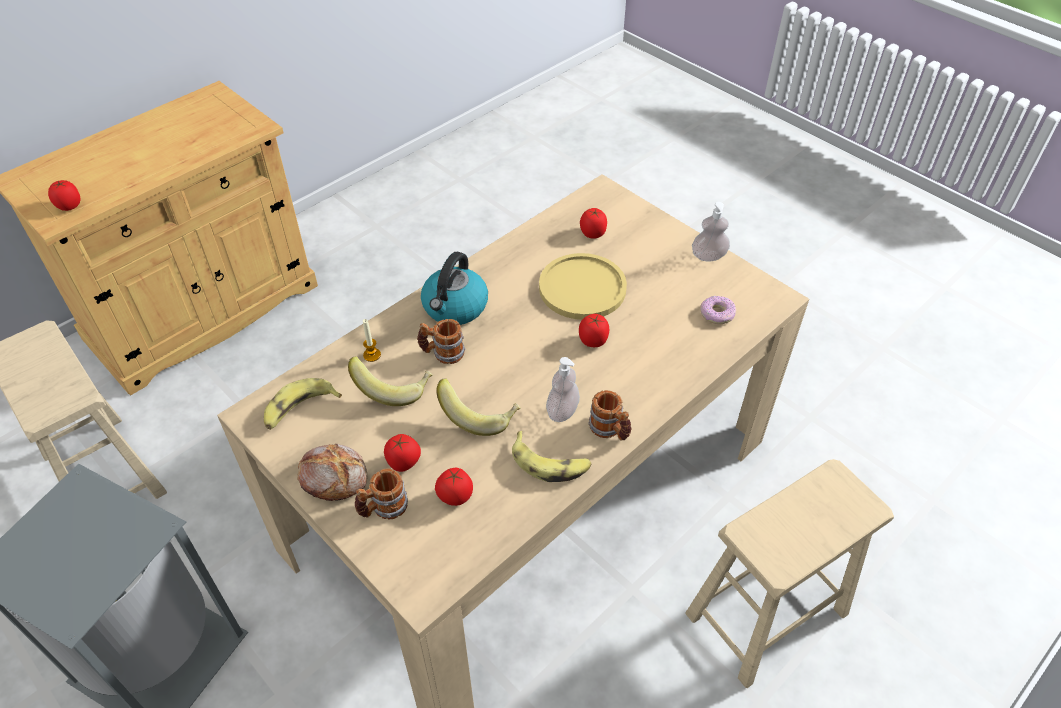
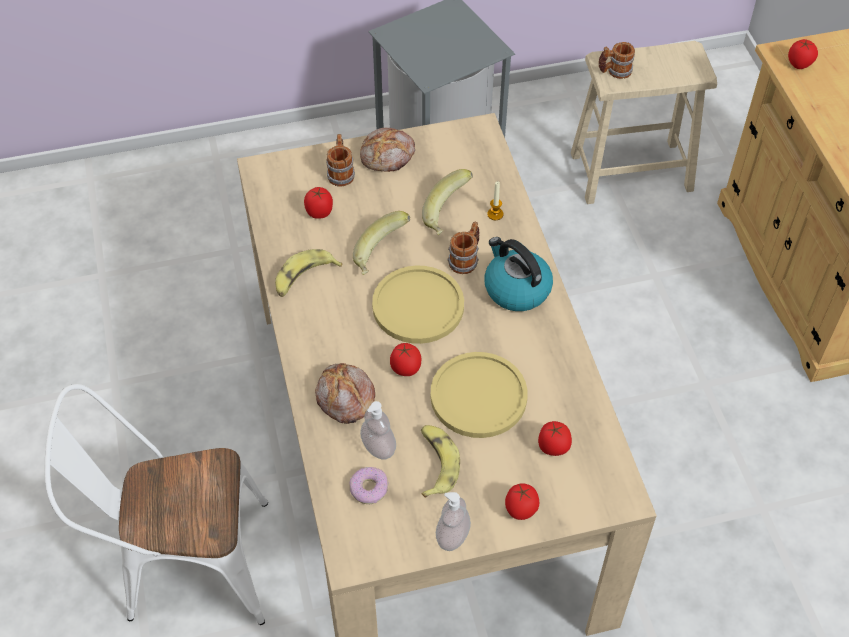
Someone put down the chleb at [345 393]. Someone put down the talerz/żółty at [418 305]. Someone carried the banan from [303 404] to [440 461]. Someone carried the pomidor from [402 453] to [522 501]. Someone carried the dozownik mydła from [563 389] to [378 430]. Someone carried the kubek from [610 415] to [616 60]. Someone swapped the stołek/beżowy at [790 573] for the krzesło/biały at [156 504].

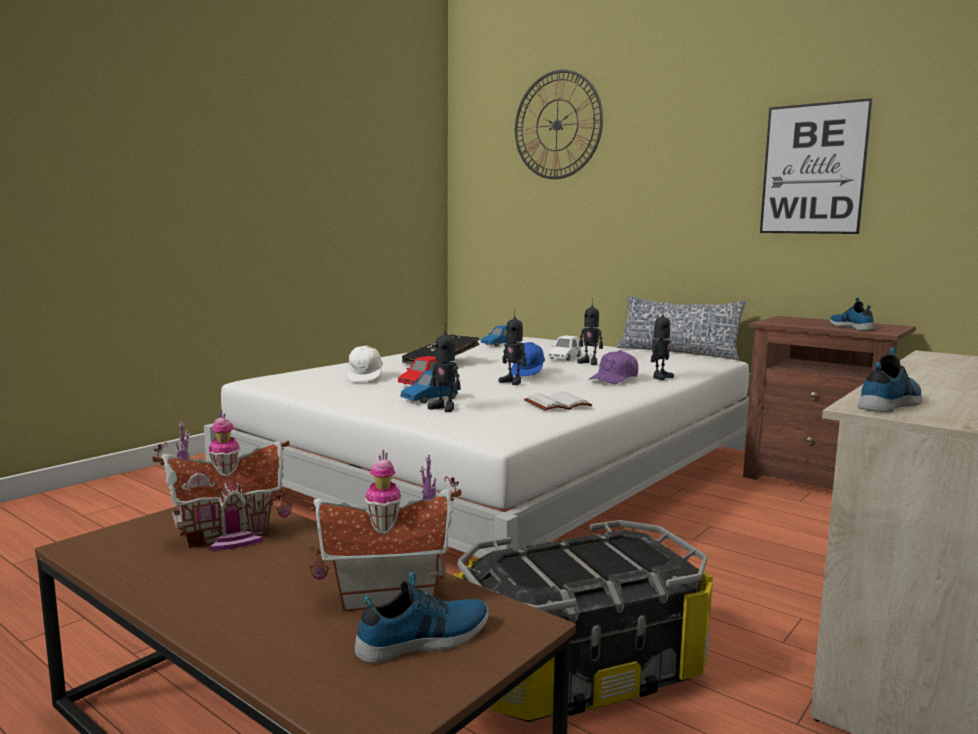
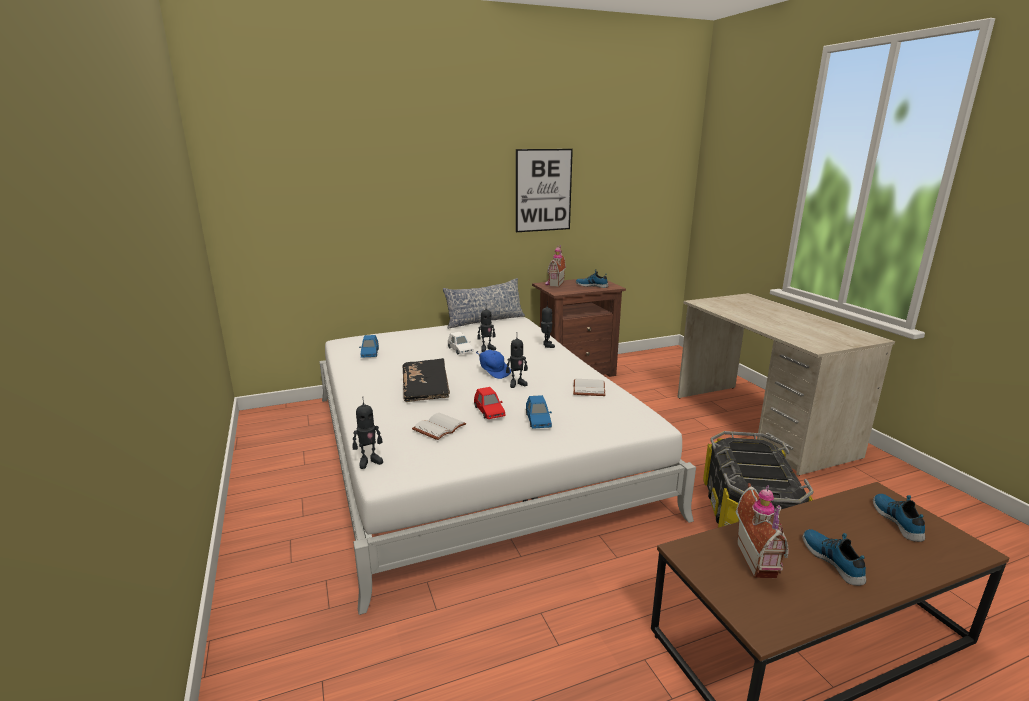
Someone took away the zegar ścienny at [559 124]. Someone took away the czapka z daszkiem/fioletowy at [613 367]. Someone carried the domek from [382 531] to [555 266]. Someone carried the robot zabawkowy from [444 367] to [367 433]. Someone carried the but from [889 379] to [834 557]. Someone swapped the czapka z daszkiem/biały at [365 364] for the książka/biały at [439 426].

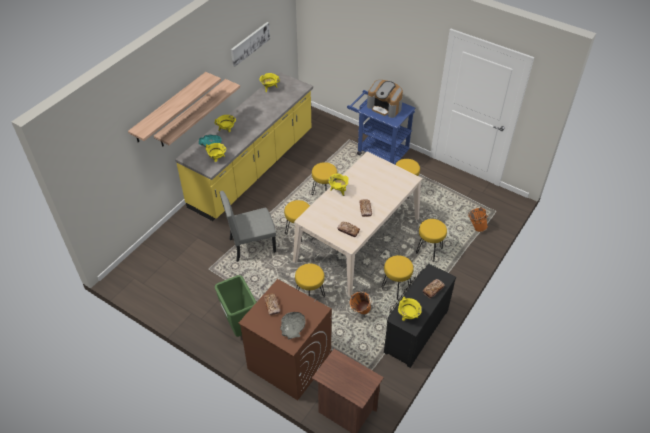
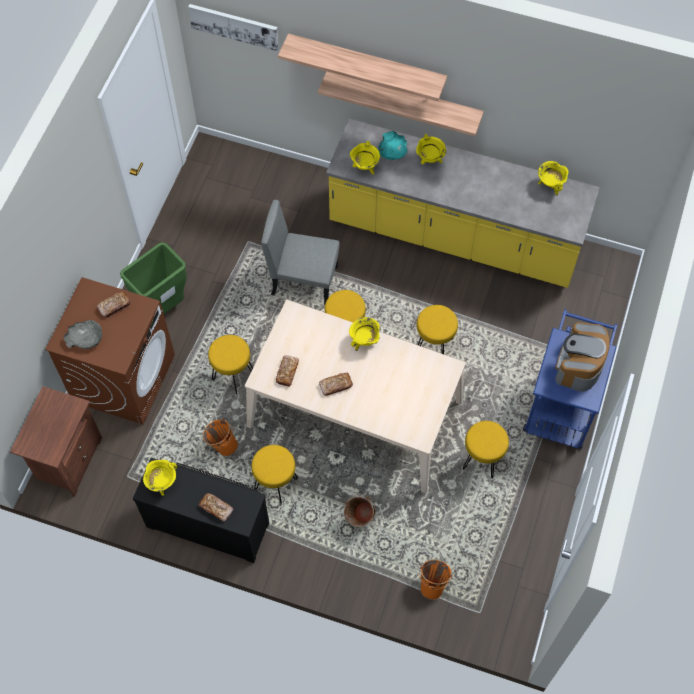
Someone carried the obraz from [250 44] to [233 27]. Someone swapped the stołek/żółty at [431 240] for the wiadro/brązowy at [360 511]. Someone rotated the krzesło/szary at [247 226] by 45 degrees counterclockwise.

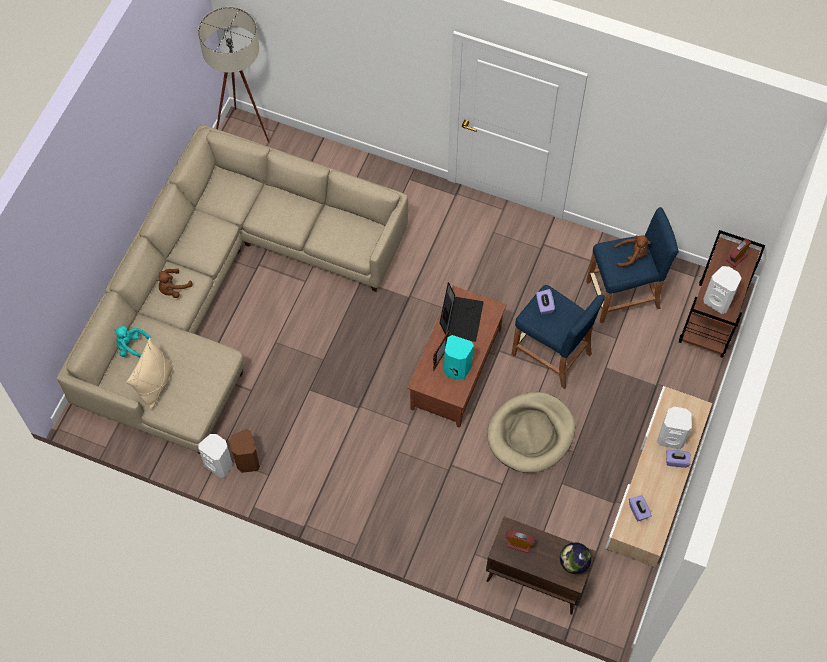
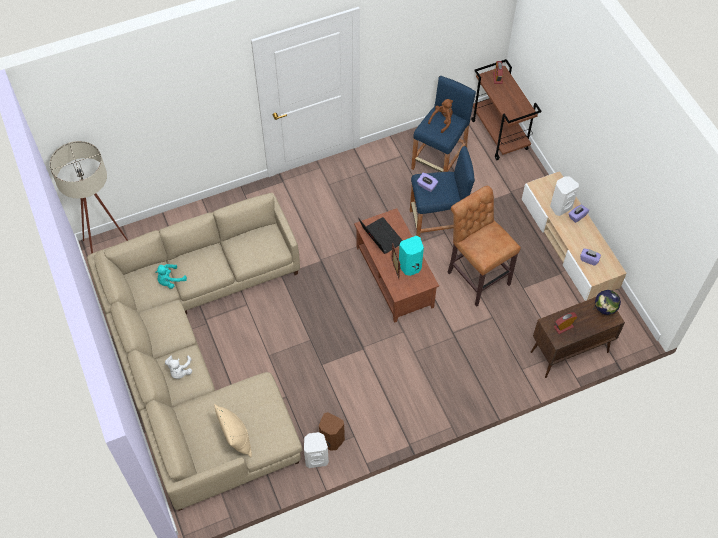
Someone took away the głośnik/biały at [722 290]. Someone carried the pluszak/turkusowy from [132 341] to [171 276]. Someone swapped the legowisko/beżowy at [531 432] for the stołek/brązowy at [484 246]. Someone repainted the pluszak/brązowy at [174 283], which became the pluszak/biały at [178 367].

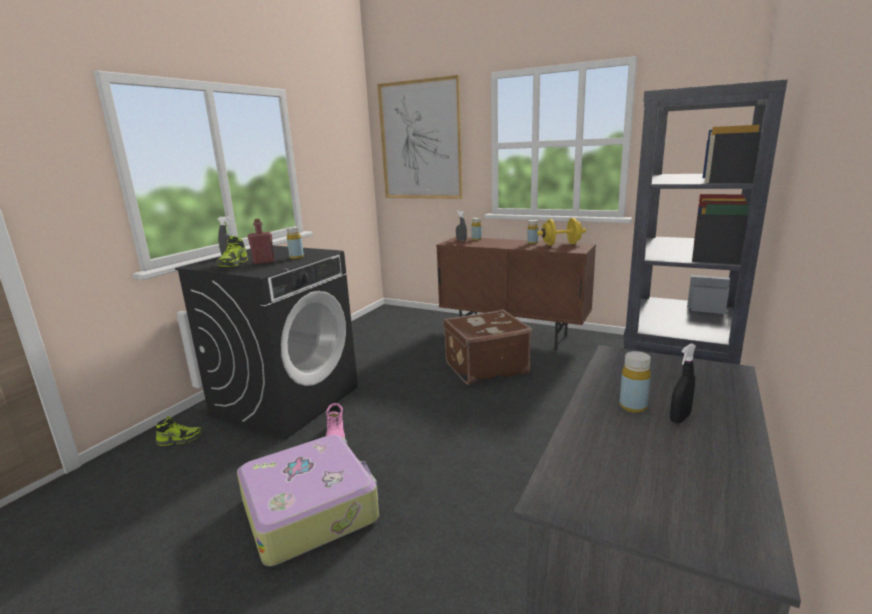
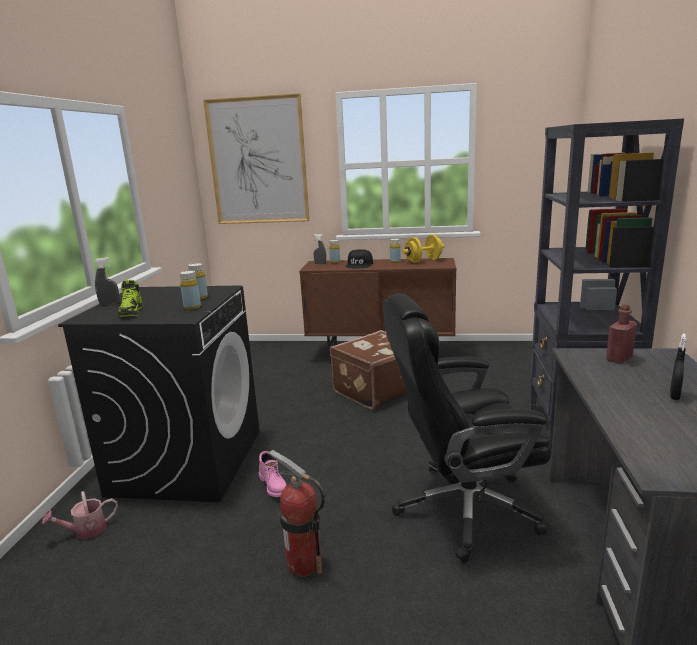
Someone put down the czapka z daszkiem/czarny at [359 258]. Someone put down the krzesło biurowe/czarny at [467 428]. Someone carried the butelka/czerwony from [261 241] to [621 334]. Someone carried the butelka/żółty from [635 382] to [190 290]. Someone swapped the but at [179 431] for the konewka at [80 515]. Someone swapped the walizka at [308 500] for the gaśnica at [296 513].

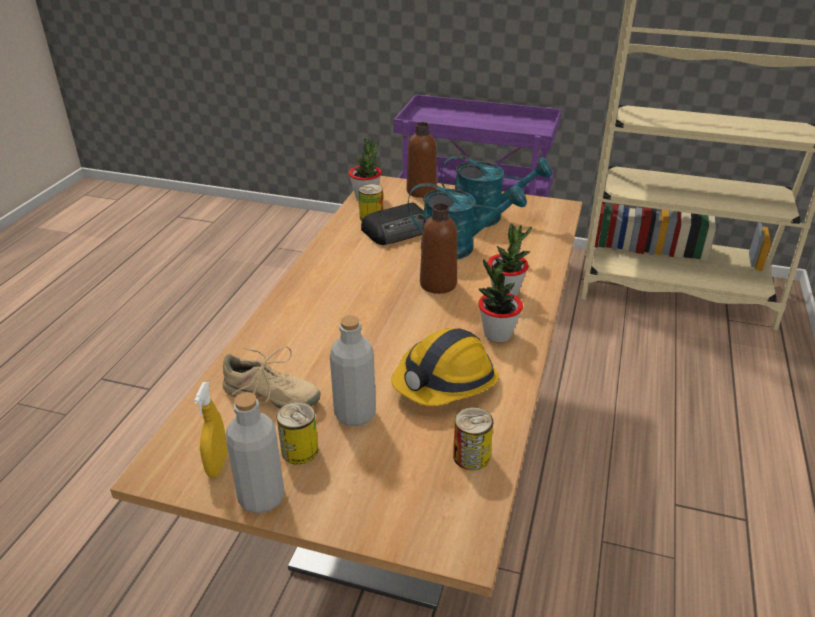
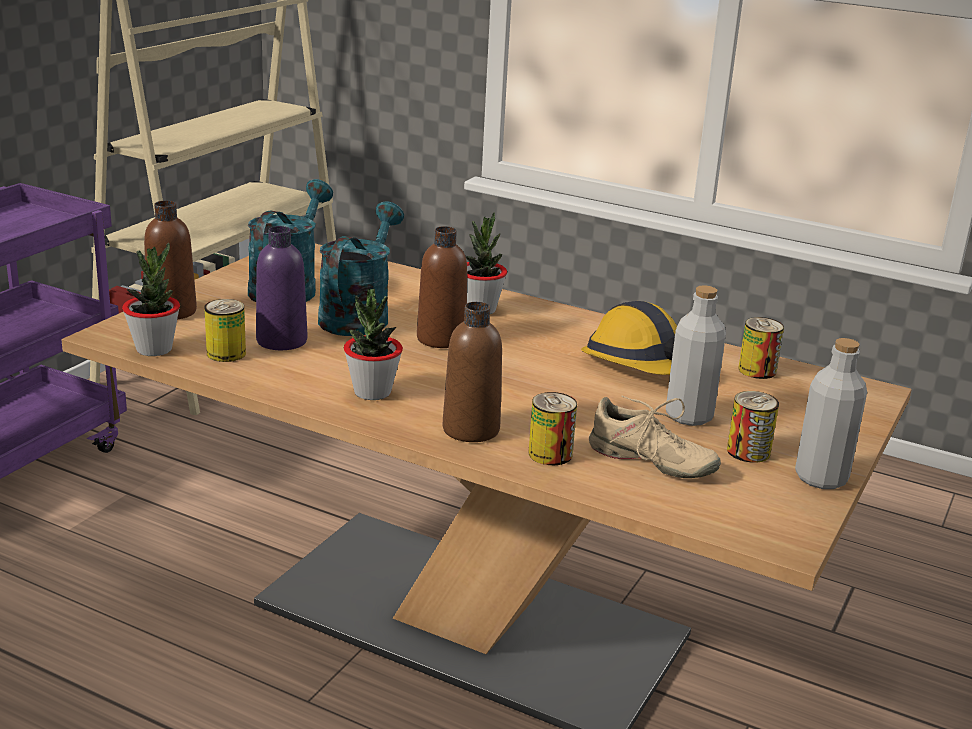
Someone took away the spryskiwacz/żółty at [211 430]. Someone put down the butelka/brązowy at [472 372]. Someone put down the puszka at [553 428]. Someone carried the roślina doniczkowa from [500 300] to [373 344]. Someone swapped the radio at [392 224] for the butelka/fioletowy at [281 288]. Someone rotated the but/beżowy at [271 377] by 90 degrees clockwise.

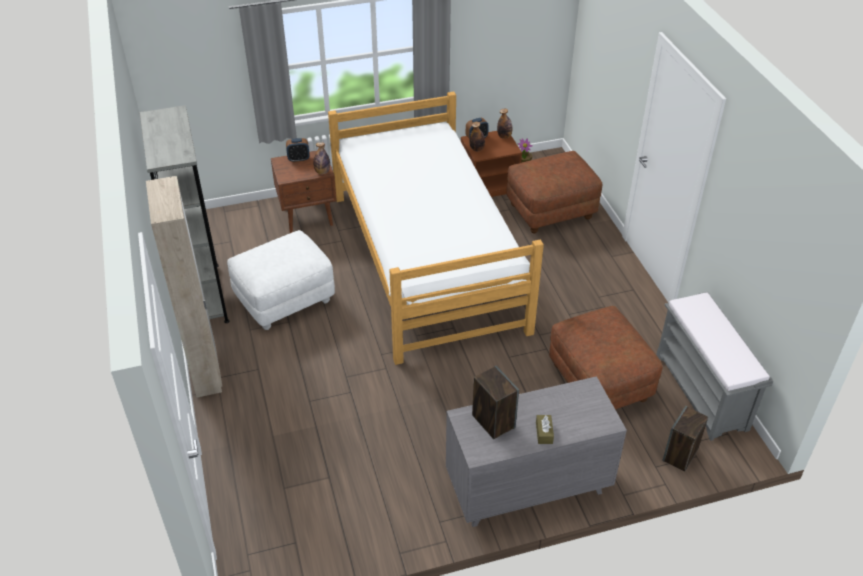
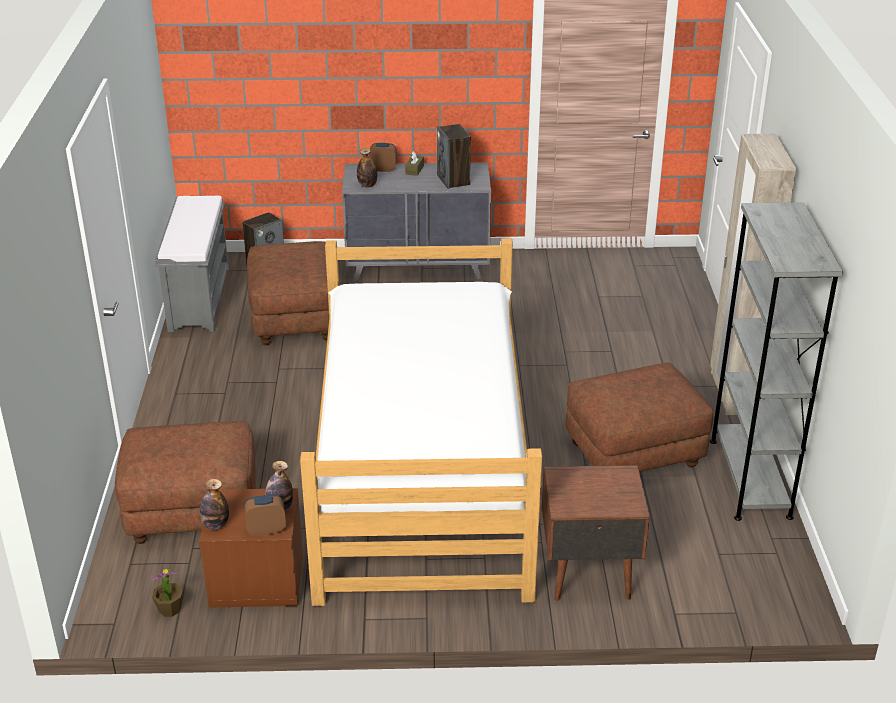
Someone carried the budzik from [298 150] to [383 157]. Someone carried the butelka from [321 158] to [367 168]. Someone repainted the pufa/biały at [281 280], which became the pufa/brązowy at [639 417].

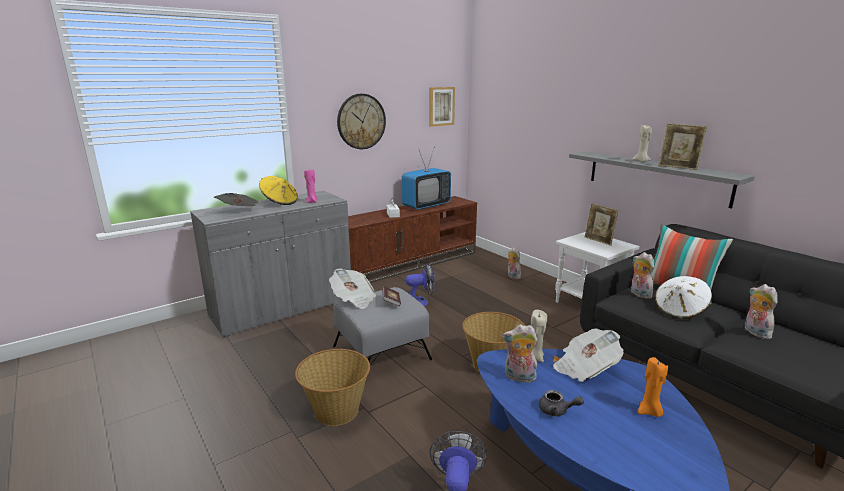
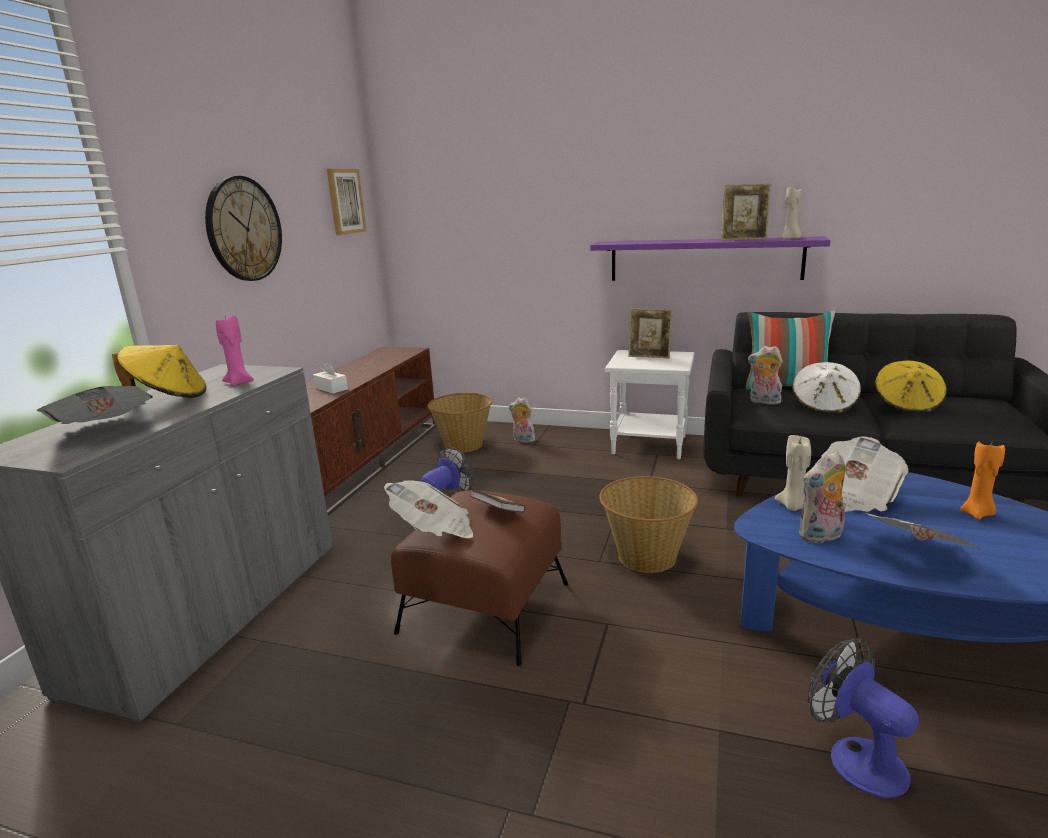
Someone took away the telewizor at [426 179]. Someone carried the koszyk from [332 387] to [460 423]. Someone carried the świeca/beżowy from [642 143] to [792 213]. Someone swapped the imbryk/szary at [561 403] for the gazeta at [923 531]. Someone swapped the pluszak at [761 311] for the kapelusz/żółty at [911 387]. Someone repainted the pufa/szary at [382 333], which became the pufa/brązowy at [479 578]. Someone repainted the półka/szary at [662 180], which became the półka/fioletowy at [710 259].

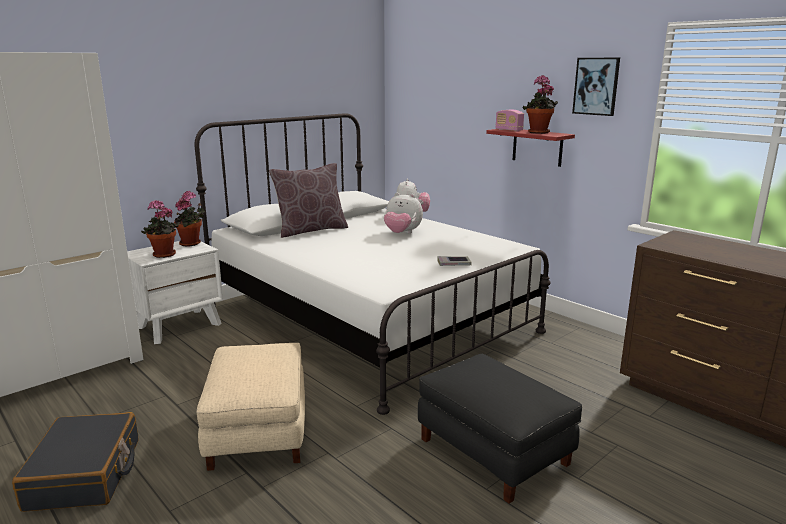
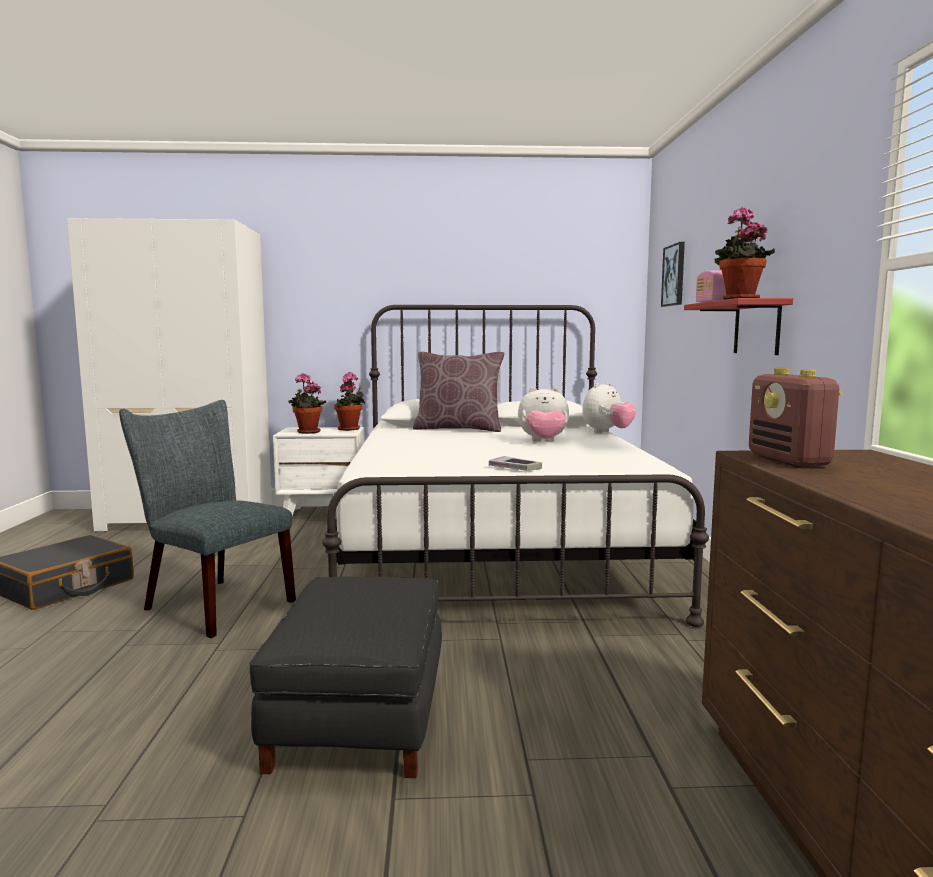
Someone put down the radio at [796 417]. Someone carried the obraz from [596 87] to [673 274]. Someone swapped the pufa/beżowy at [250 407] for the krzesło/szary at [207 519]. Someone rotated the pluszak at [403 213] by 60 degrees counterclockwise.

